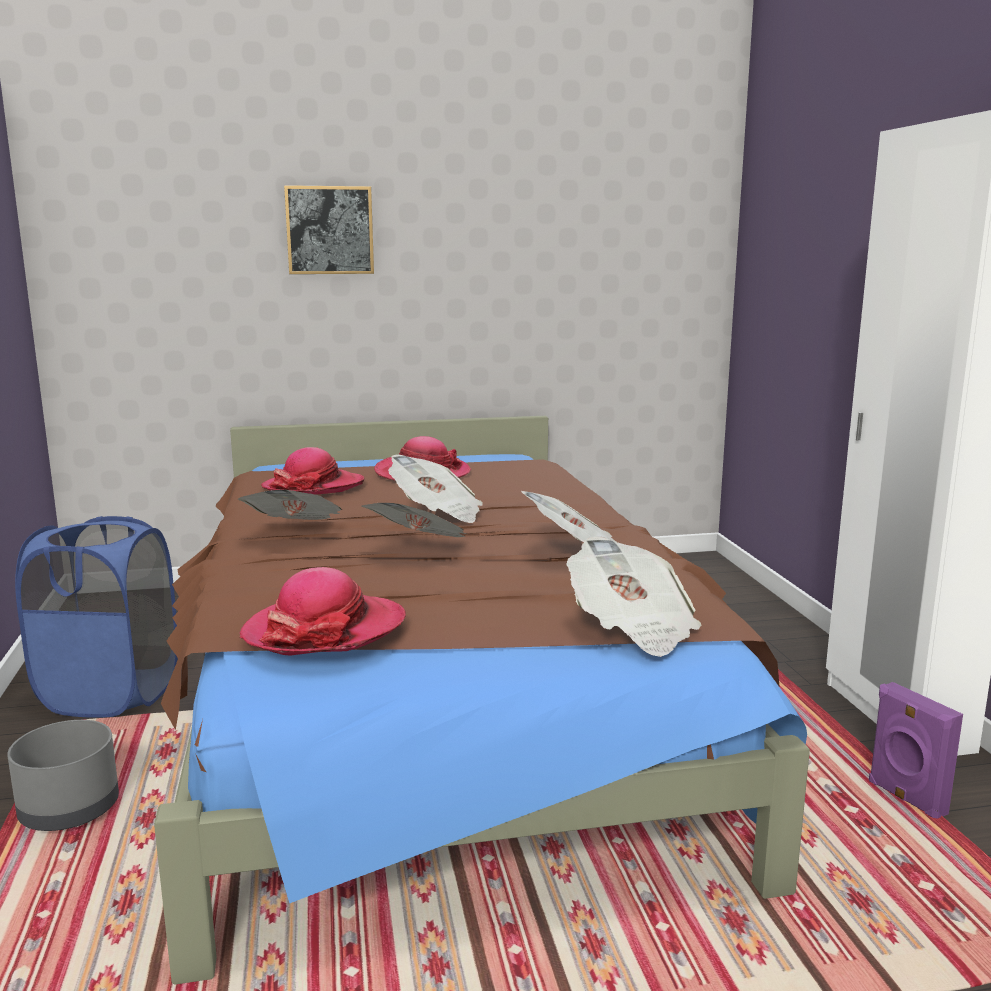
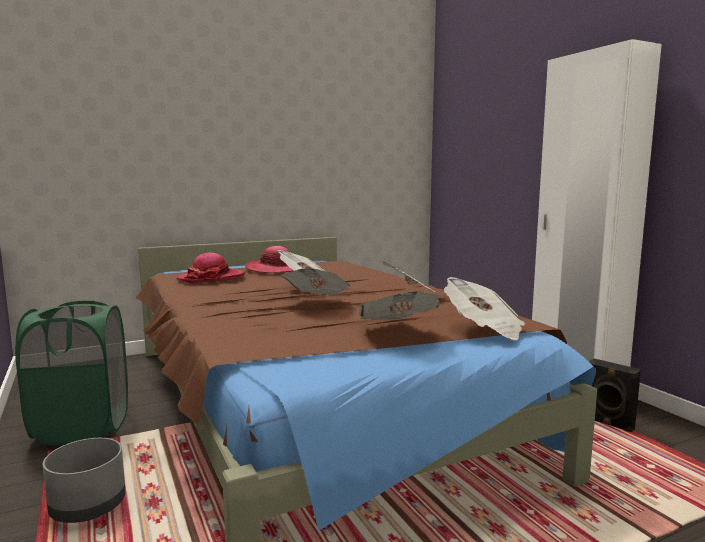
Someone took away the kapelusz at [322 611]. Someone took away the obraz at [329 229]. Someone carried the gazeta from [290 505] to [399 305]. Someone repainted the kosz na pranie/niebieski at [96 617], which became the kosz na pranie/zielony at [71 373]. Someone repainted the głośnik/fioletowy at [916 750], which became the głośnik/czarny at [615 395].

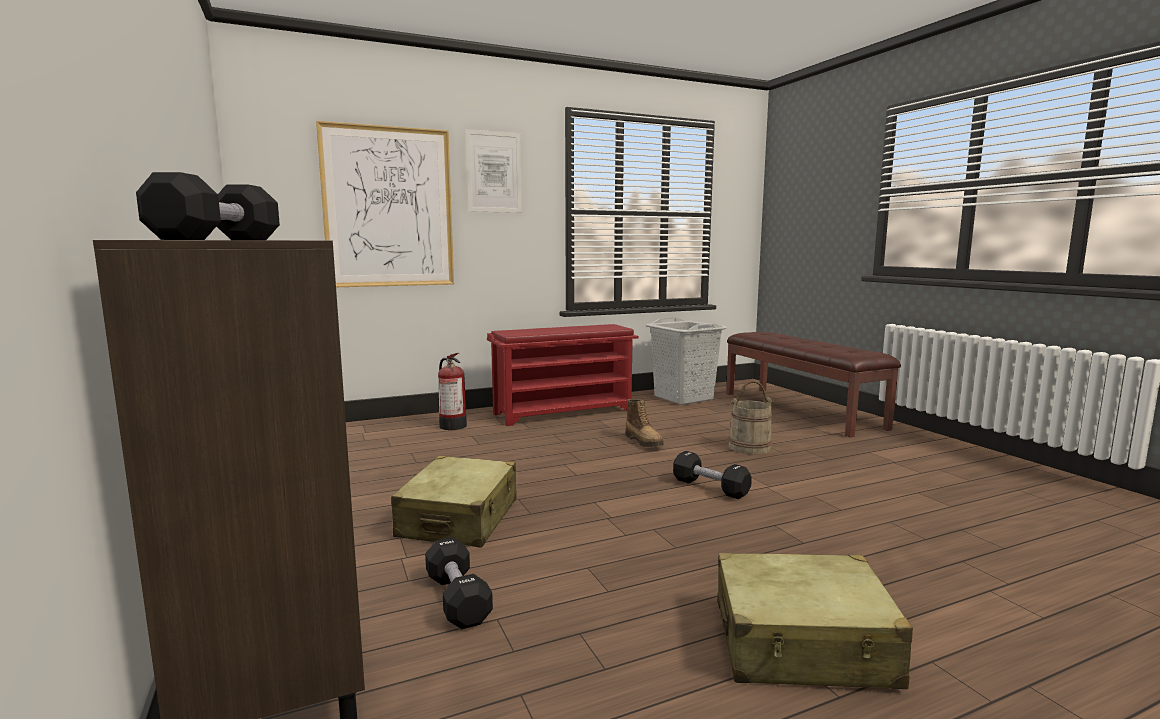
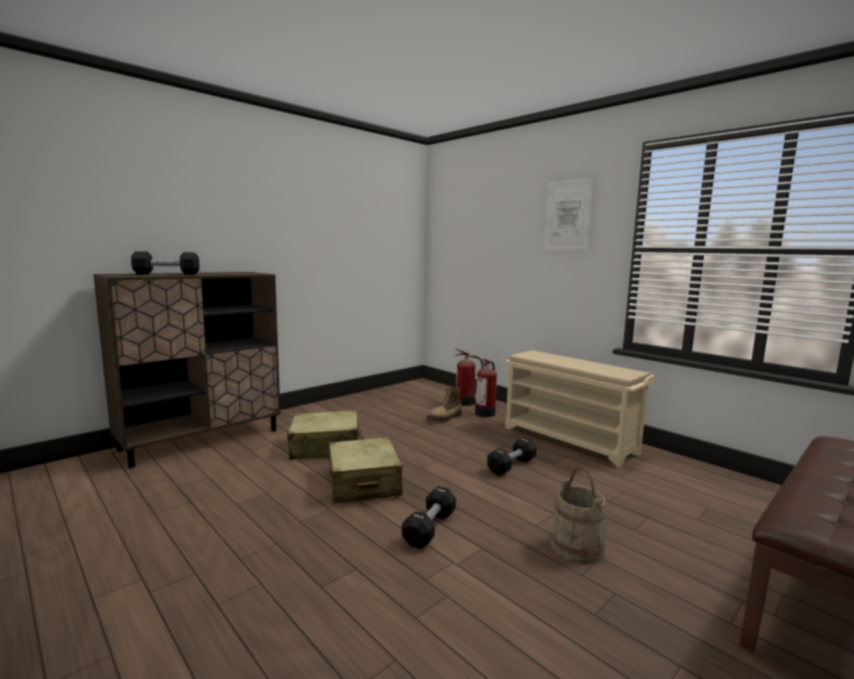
Someone took away the obraz at [385 204]. Someone took away the kosz na pranie/szary at [686 361]. Someone put down the gaśnica at [469 377]. Someone carried the hantel/czarny from [459 583] to [511 457]. Someone carried the but z cholewką from [644 423] to [444 404]. Someone carried the walizka/beżowy from [815 621] to [365 470]. Someone repainted the regał na buty/czerwony at [563 375], which became the regał na buty/beżowy at [580 409].

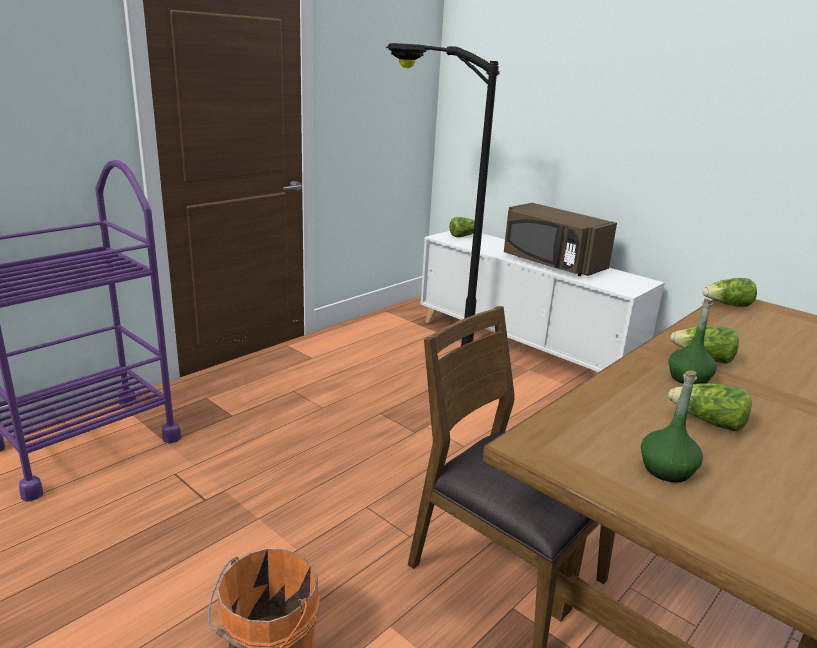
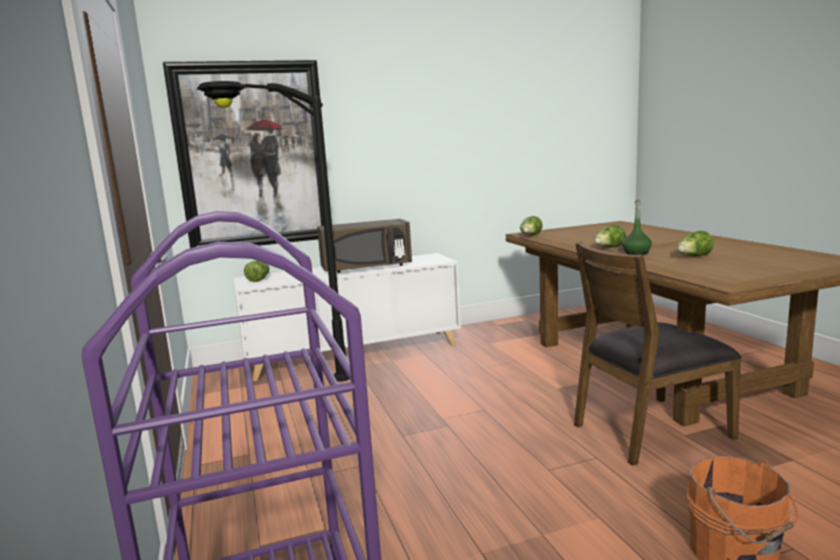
Someone took away the butelka/zielony at [672 426]. Someone put up the obraz at [247 154].

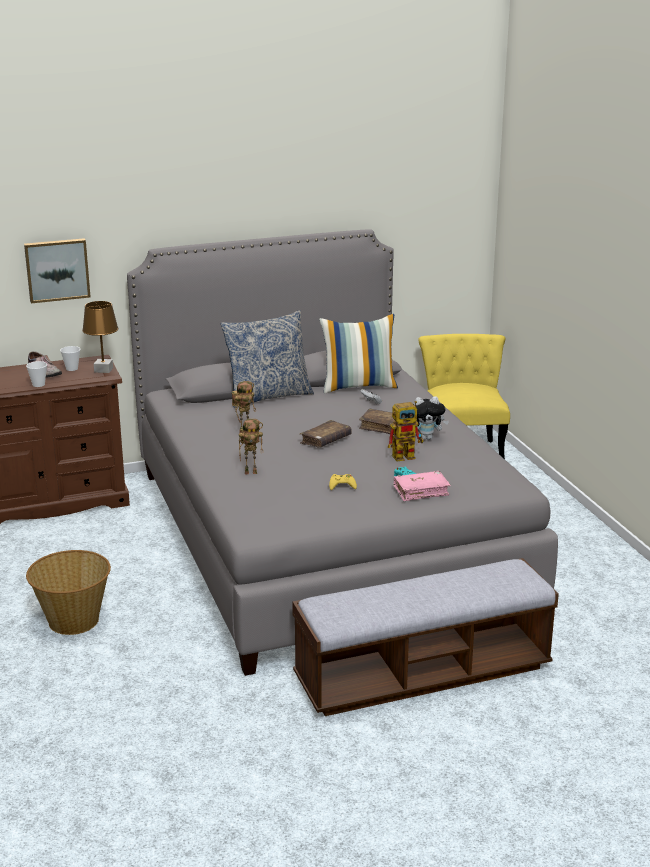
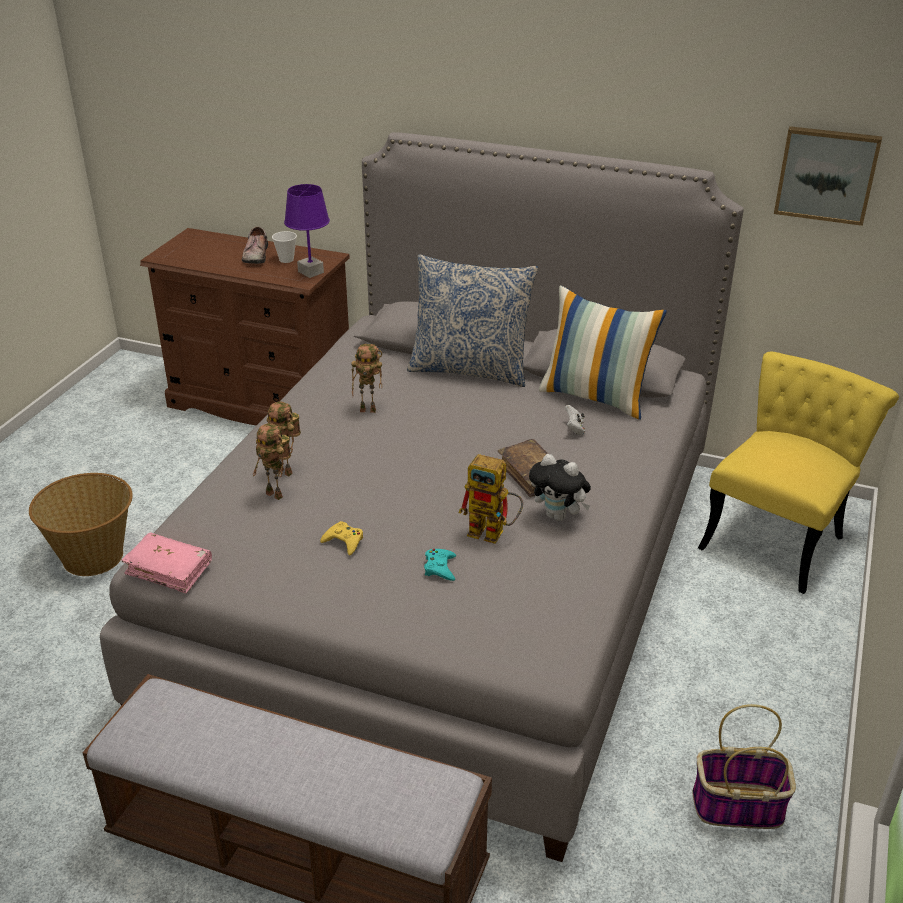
Someone took away the filiżanka at [36 374]. Someone took away the książka/brązowy at [326 434]. Someone put down the robot zabawkowy at [272 461]. Someone put down the koszyk at [744 766]. Someone carried the obraz from [57 270] to [828 176]. Someone carried the książka/różowy from [422 486] to [167 563]. Someone repainted the lampa stołowa/brązowy at [100 337], which became the lampa stołowa/fioletowy at [307 231].

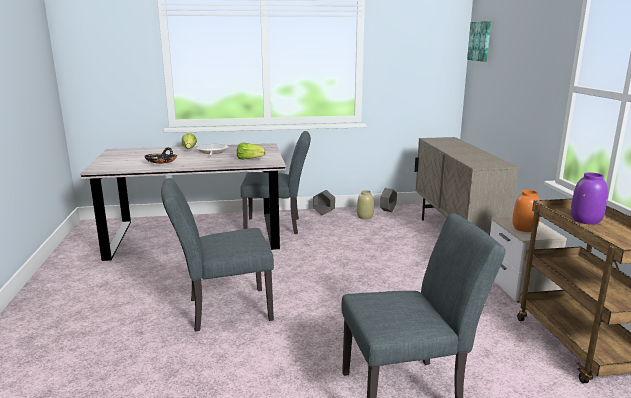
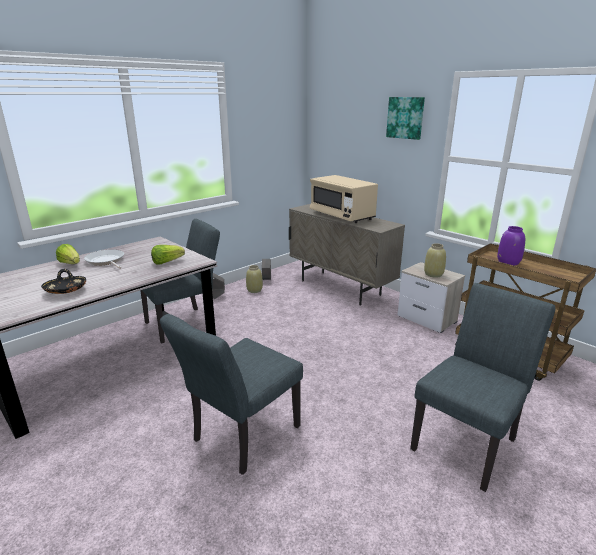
Someone put down the mikrofalówka/beżowy at [344 199]. Someone carried the obraz from [479 41] to [405 118]. Someone repainted the wazon/pomarańczowy at [526 211], which became the wazon/beżowy at [435 260].

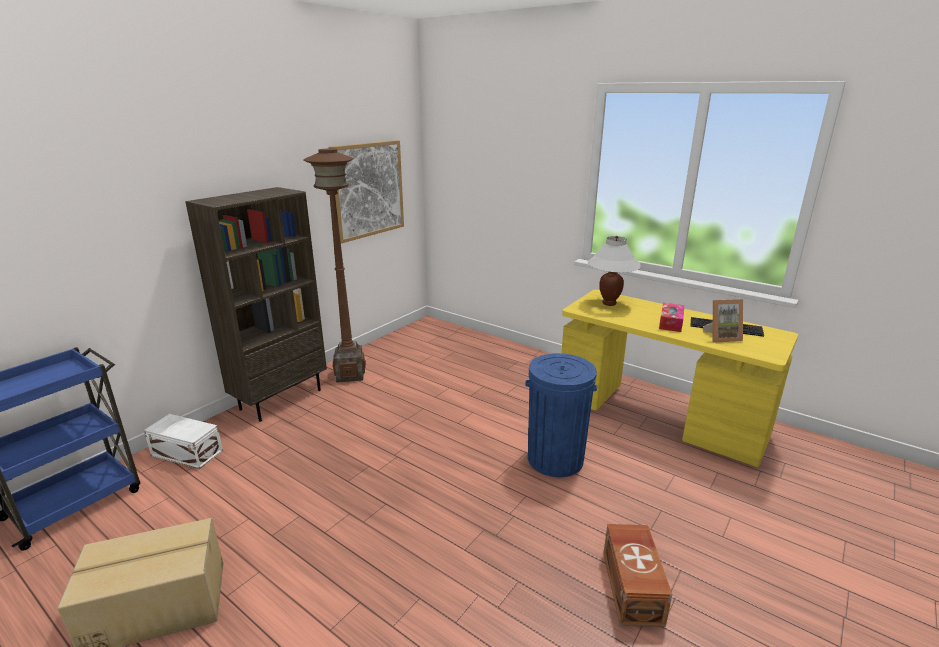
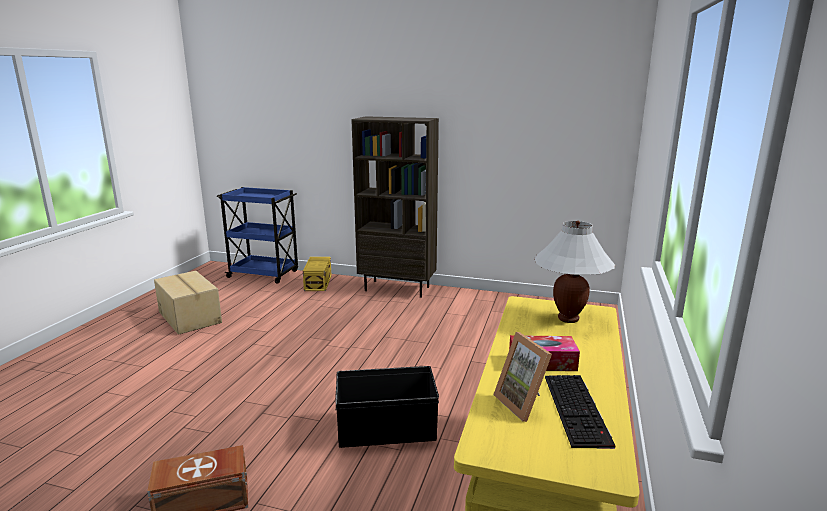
Someone took away the lampa stojąca/brązowy at [334 266]. Someone took away the obraz at [366 191]. Someone swapped the kosz na śmieci/niebieski at [561 415] for the pojemnik do przechowywania/czarny at [387 407]. Someone repainted the pojemnik do przechowywania/biały at [183 441], which became the pojemnik do przechowywania/żółty at [317 274].

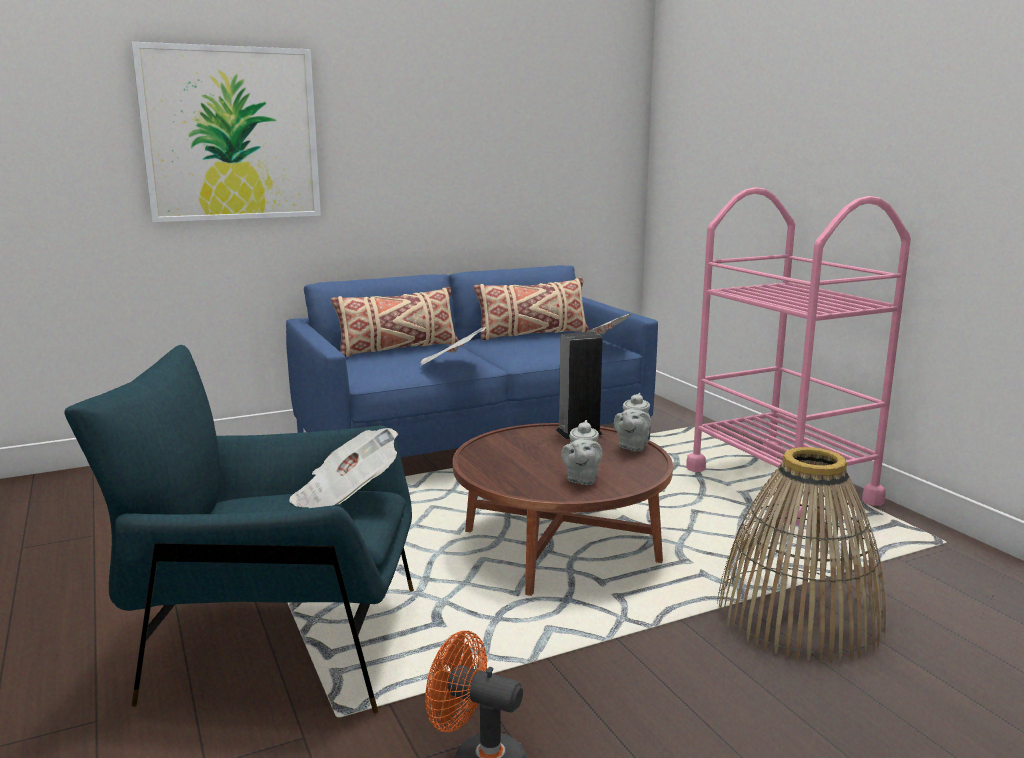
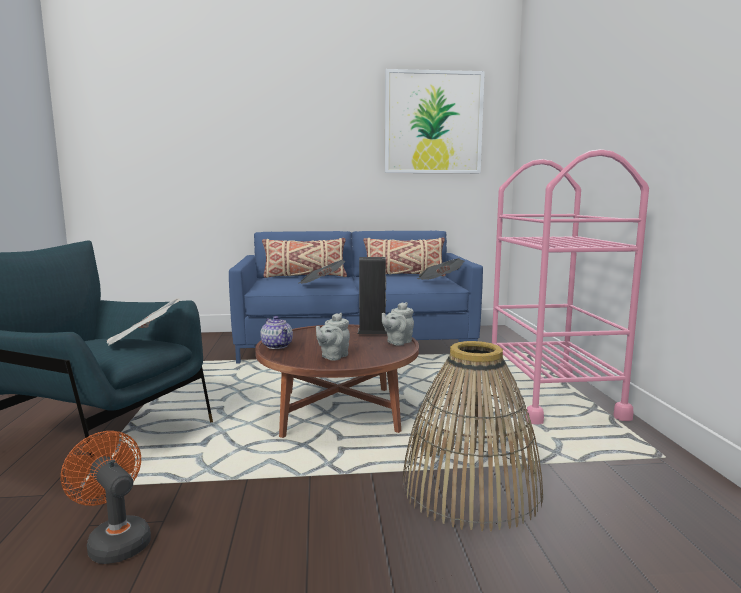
Someone put down the imbryk at [276 332]. Someone carried the obraz from [226 132] to [435 121].

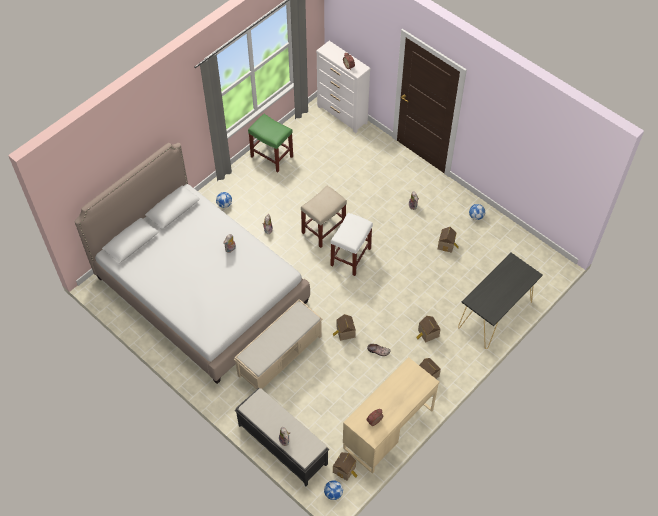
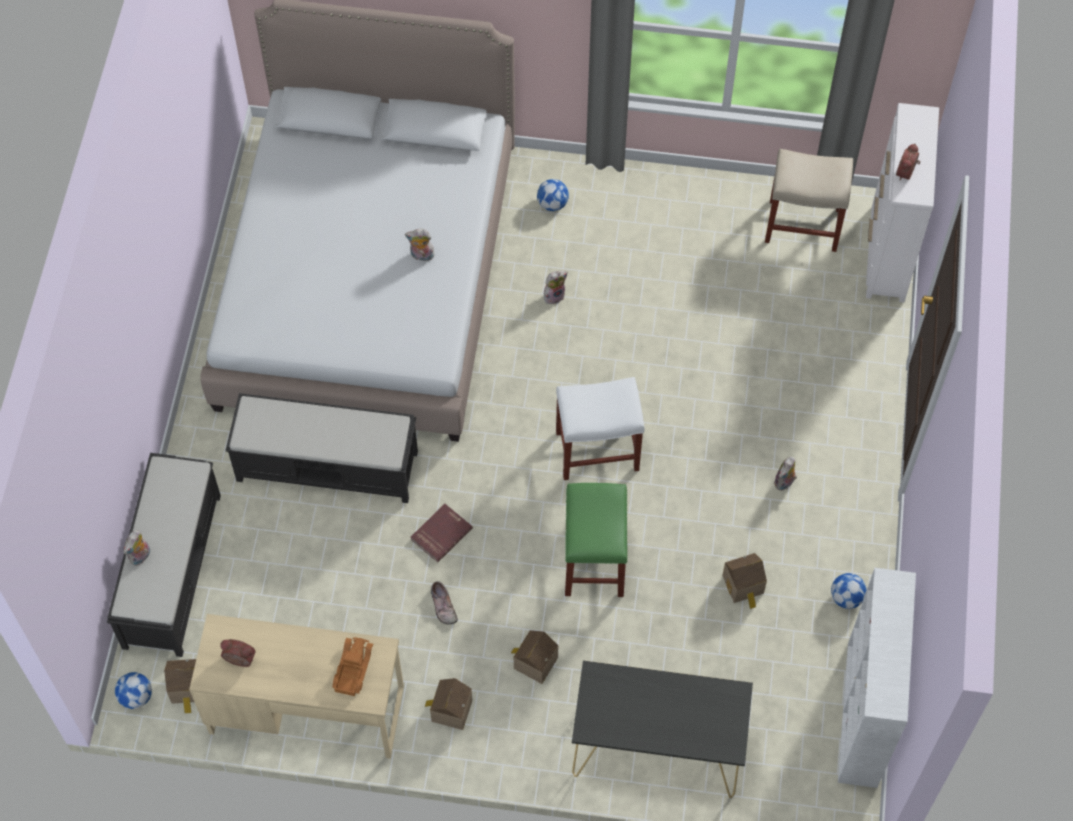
Someone put down the ciężarówka zabawkowa at [353 666]. Someone put down the regał/biały at [877 678]. Someone carried the stołek/zielony from [270 143] to [596 540]. Someone carried the stołek/beżowy from [324 217] to [809 200]. Someone swapped the domek at [344 327] for the książka/czerwony at [441 533]. Someone repainted the ławka/beżowy at [278 344], which became the ławka/czarny at [322 448].

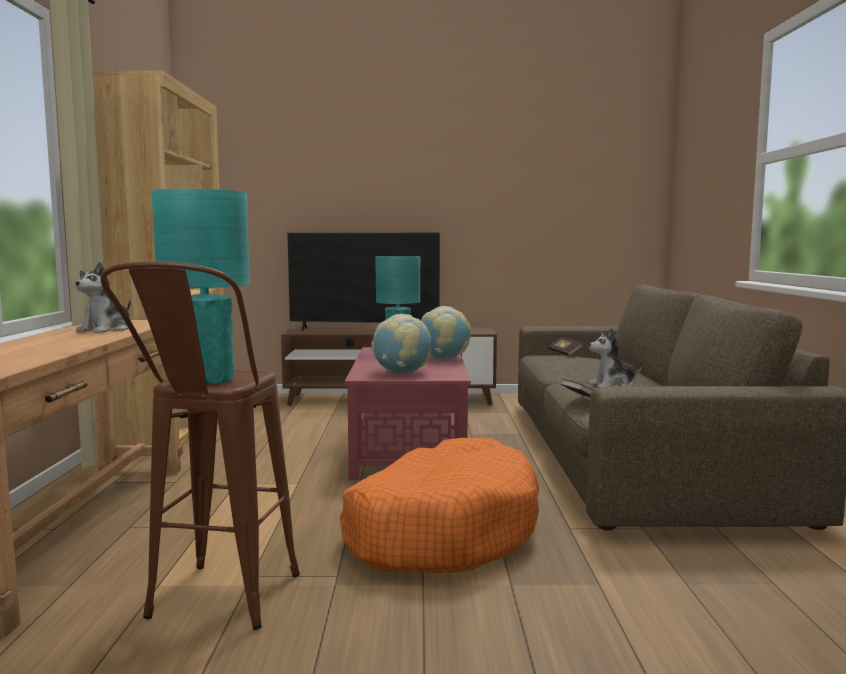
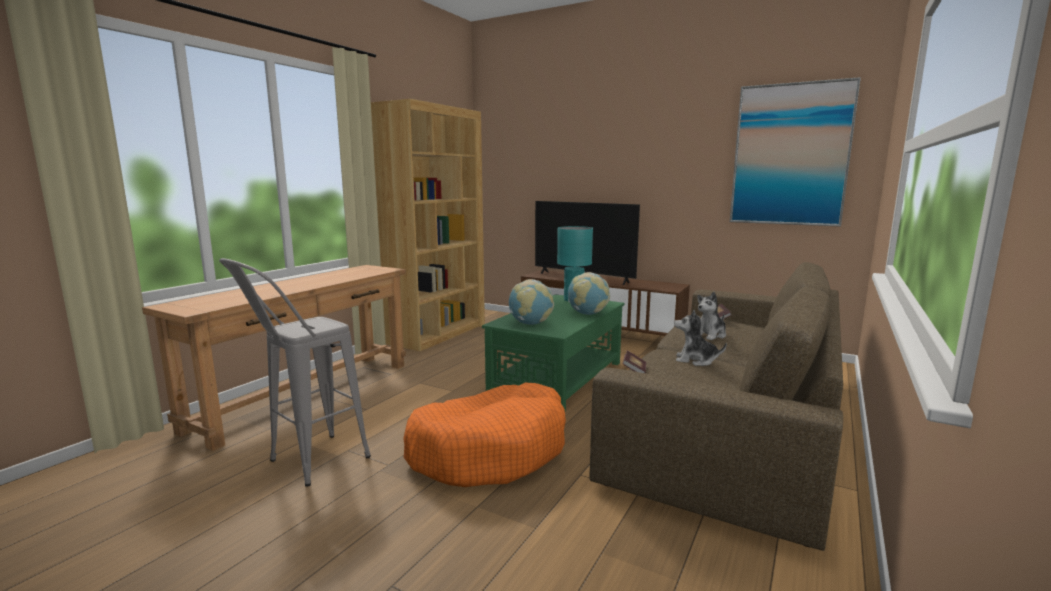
Someone took away the lampa stołowa/turkusowy at [201 286]. Someone put up the obraz at [795 152]. Someone carried the pluszak from [103 297] to [711 316]. Someone repainted the stołek/brązowy at [200 445], which became the stołek/szary at [295 372]. Someone repainted the ława/czerwony at [408 413], which became the ława/zielony at [553 352].

